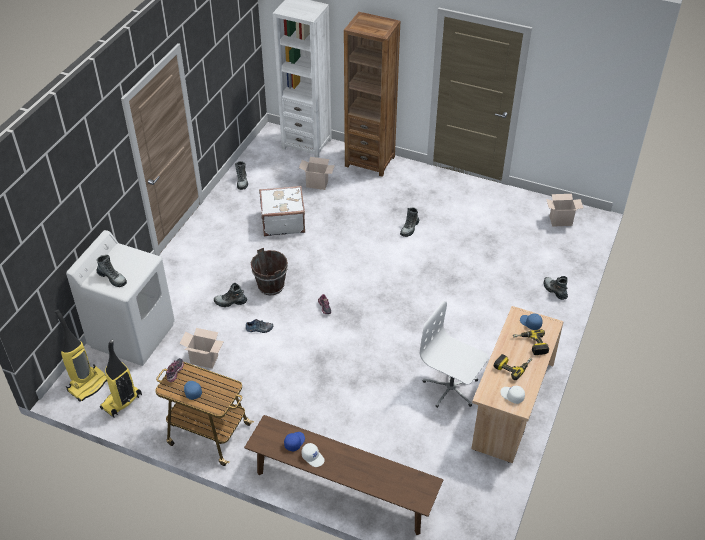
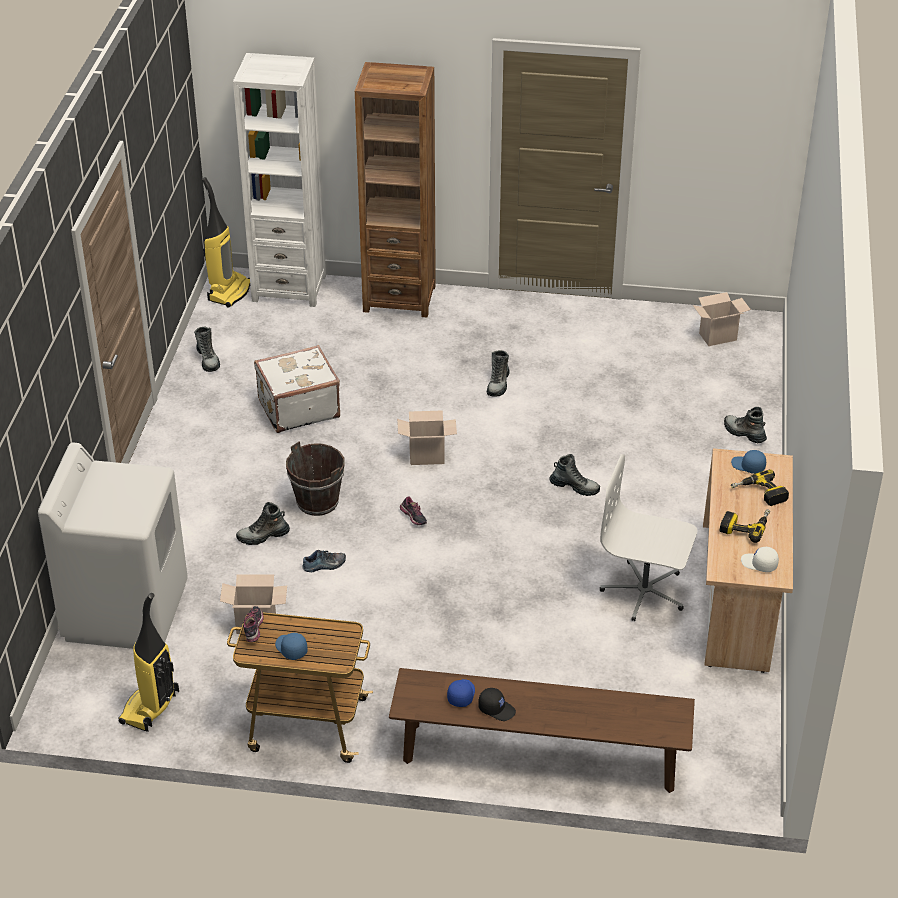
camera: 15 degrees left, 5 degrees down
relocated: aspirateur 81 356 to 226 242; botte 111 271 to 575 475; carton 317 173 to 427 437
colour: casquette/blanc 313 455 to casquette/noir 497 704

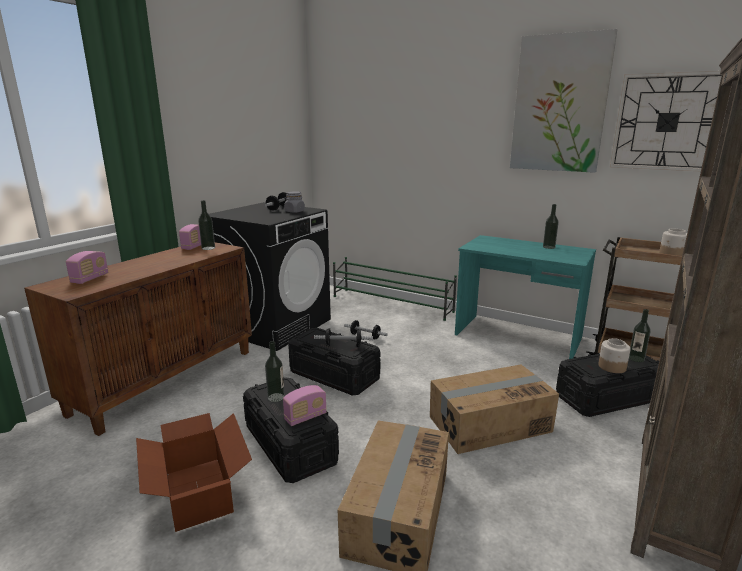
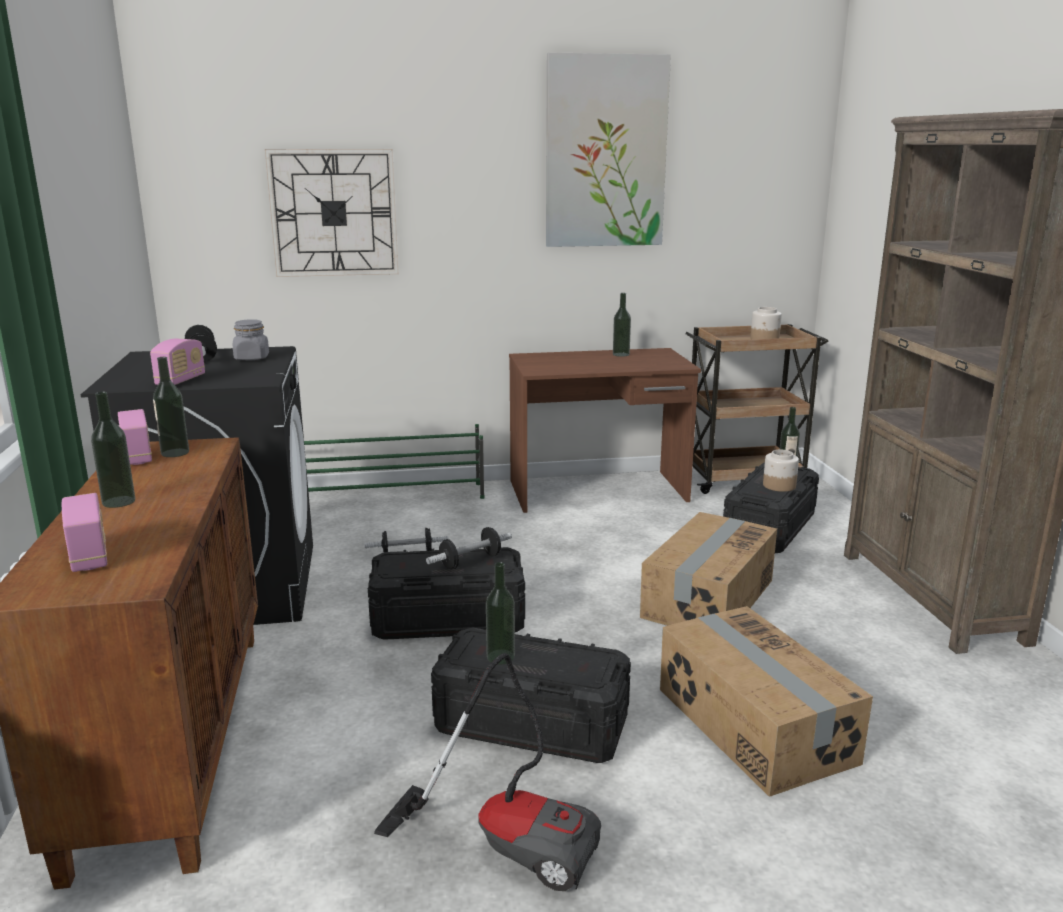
camera: 40 degrees left, 0 degrees up
appeared: bouteille 113 450
relocated: radio 305 405 to 177 362; horloge murale 666 121 to 331 213
exchanged: carton 194 472 to aspirateur 487 772
colour: bureau/turquoise 525 297 to bureau/marron 605 430

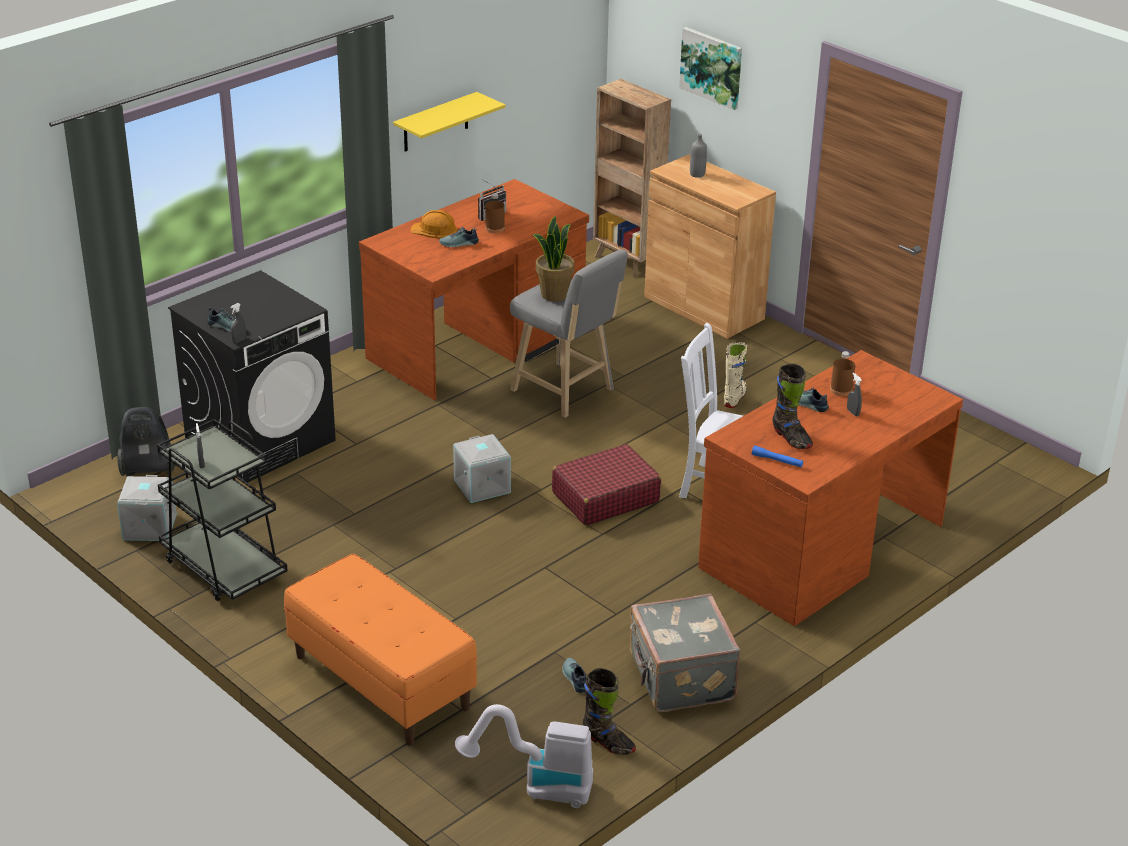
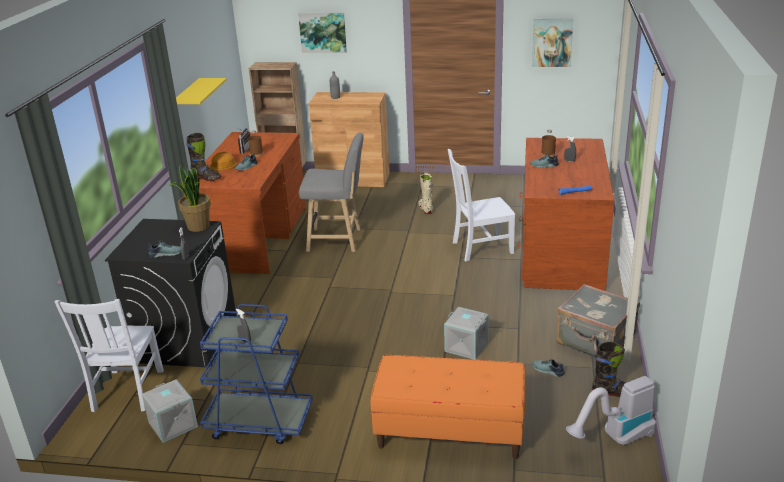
camera: 35 degrees left, 5 degrees down
missing: valise/rouge 606 484
appeared: tableau 552 43
relocated: boîte de rangement/gris 482 468 to 466 333; plante en pot 553 259 to 190 199; botte/noir 792 406 to 203 157
exchanged: aspirateur 146 442 to chaise/blanc 109 355
colour: chariot/noir 222 510 to chariot/bleu 256 374

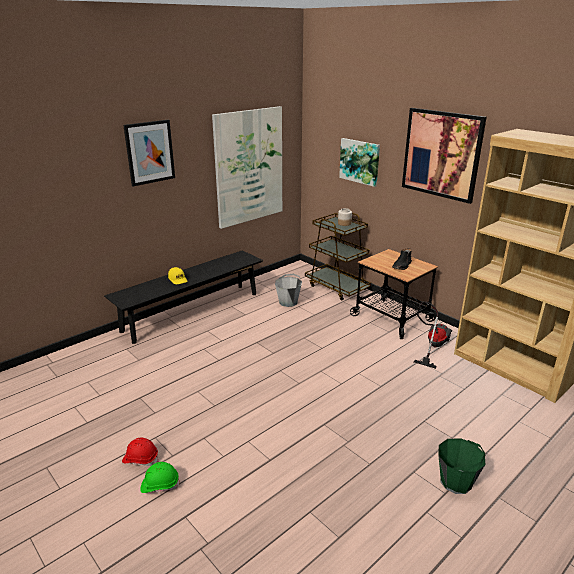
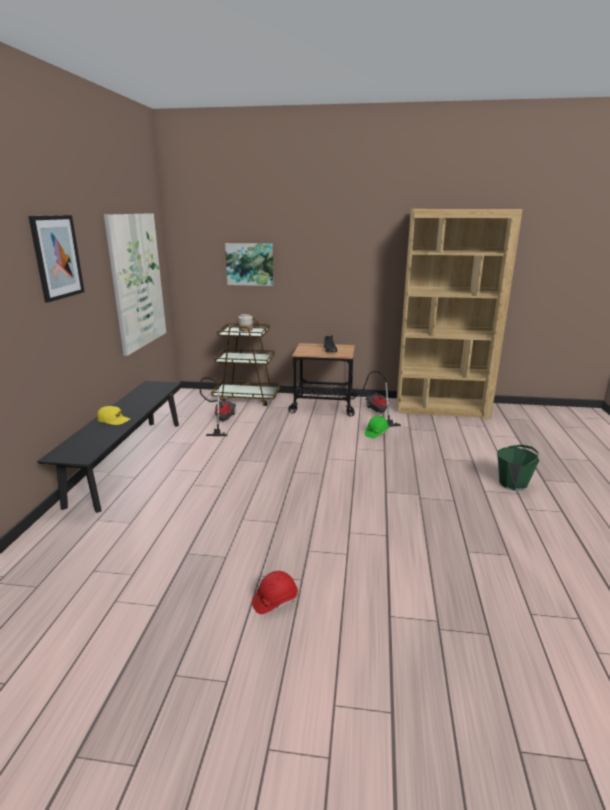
camera: 40 degrees left, 5 degrees down
missing: tableau 444 156
relocated: casque de chantier/vert 160 477 to 376 427
exchanged: seau/gris 288 290 to aspirateur 218 406

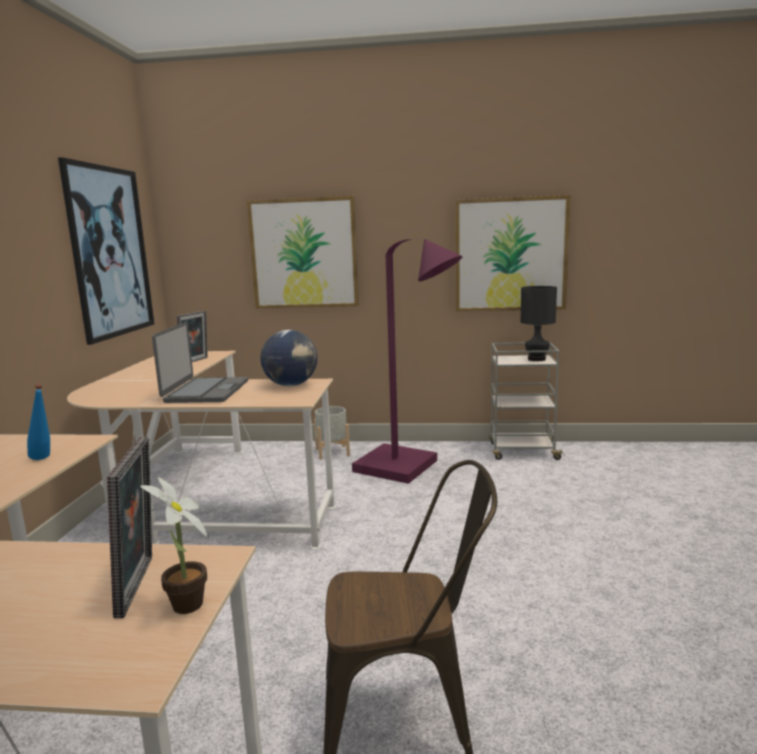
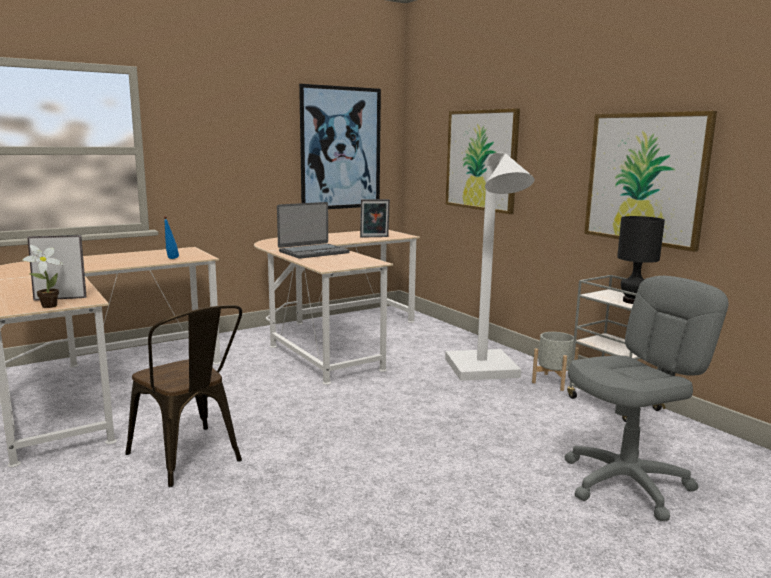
camera: 50 degrees right, 0 degrees up
missing: globe 289 358
appeared: chaise de bureau/gris 647 398
relocated: cache-pot/gris 332 433 to 555 361
colour: lampadaire/violet 407 361 to lampadaire/blanc 489 267
spun: cadre photo 129 527 = 56 268 150 degrees counterclockwise

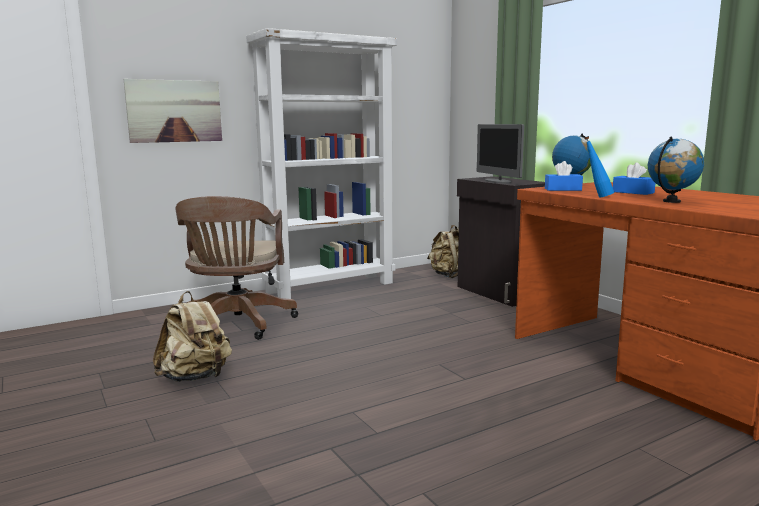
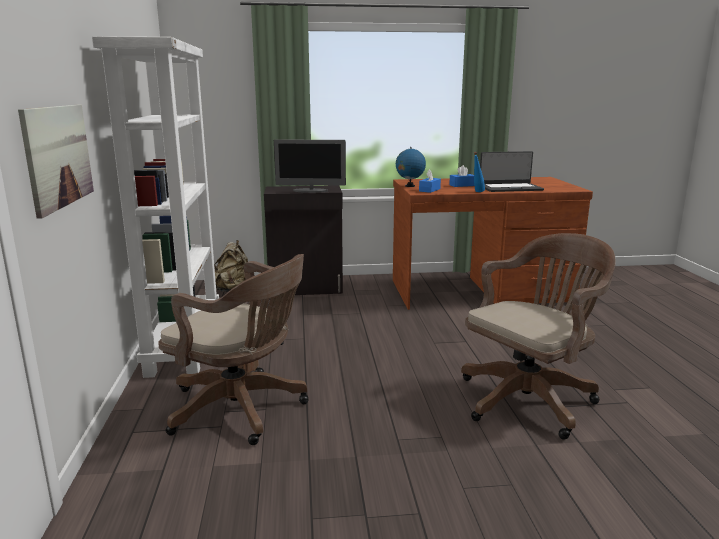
camera: 65 degrees left, 5 degrees up
missing: sac à dos/beige 192 336
appeared: chaise de bureau/marron 538 336
exchanged: globe 676 170 to ordinateur portable 512 171

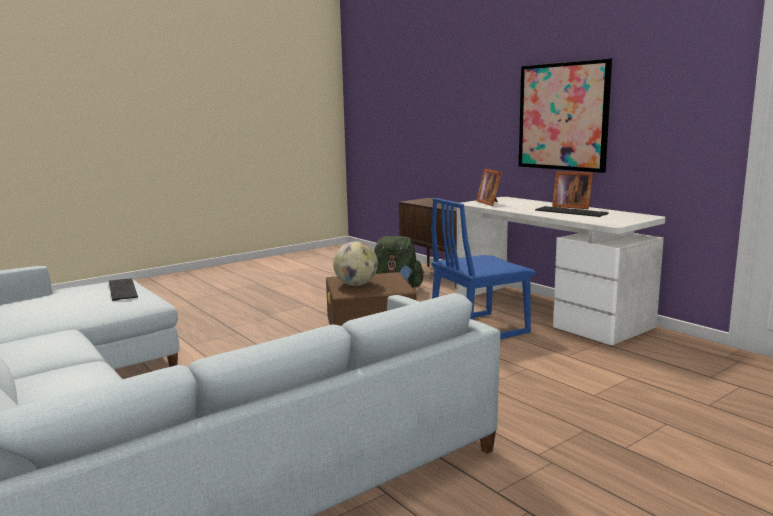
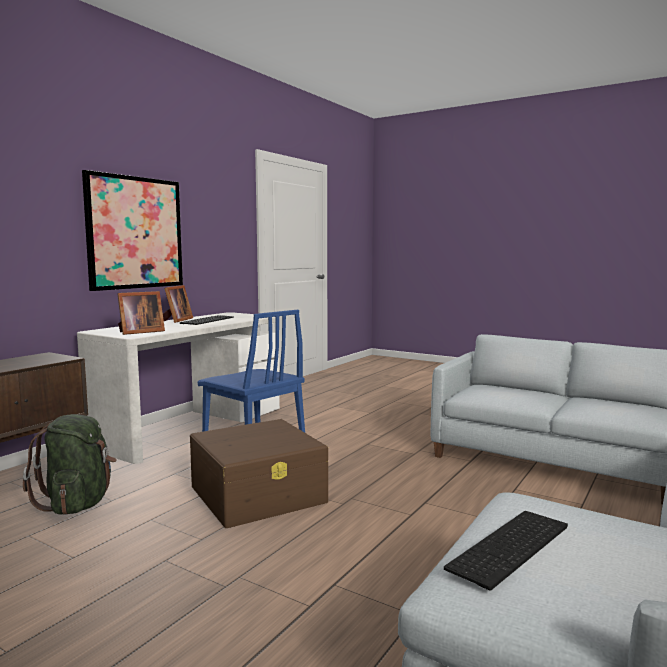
camera: 110 degrees left, 5 degrees down
missing: globe 355 263

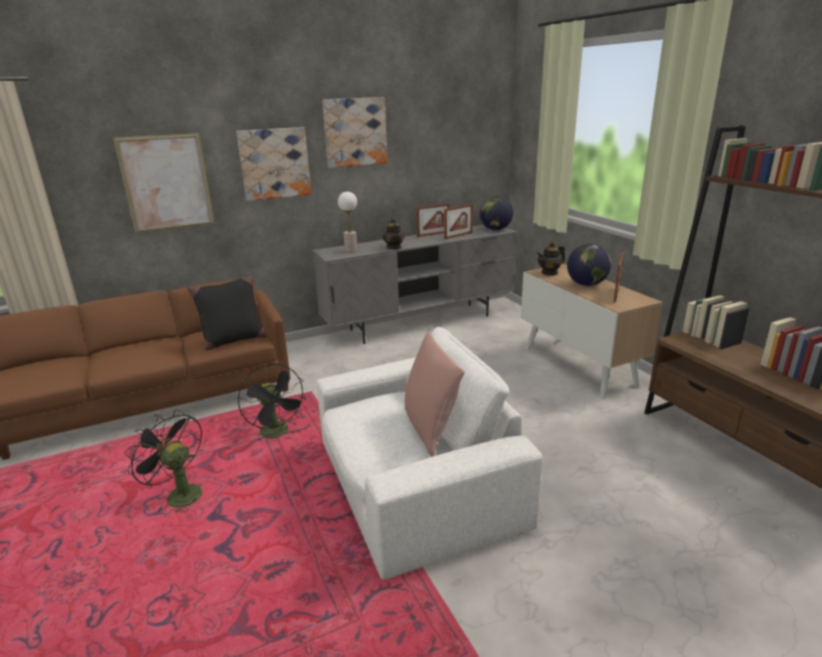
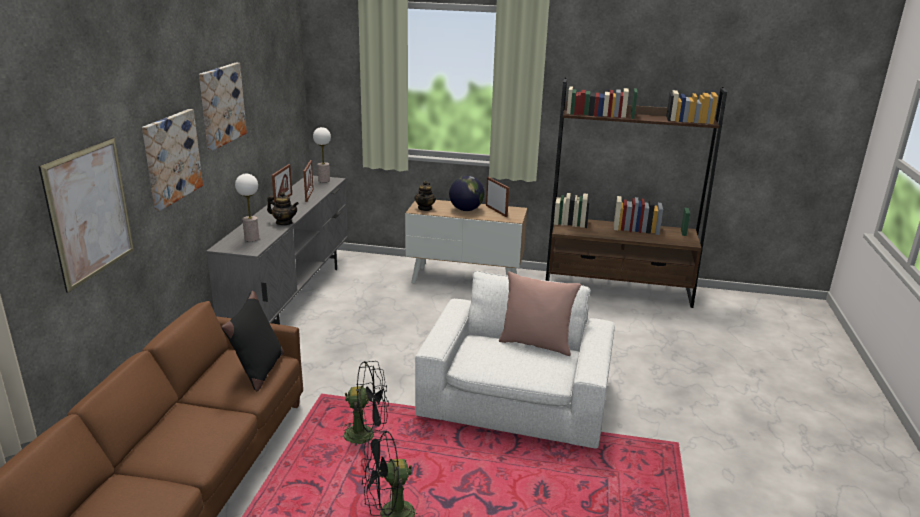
camera: 55 degrees left, 0 degrees up
exchanged: globe 496 213 to lampe de table 322 155

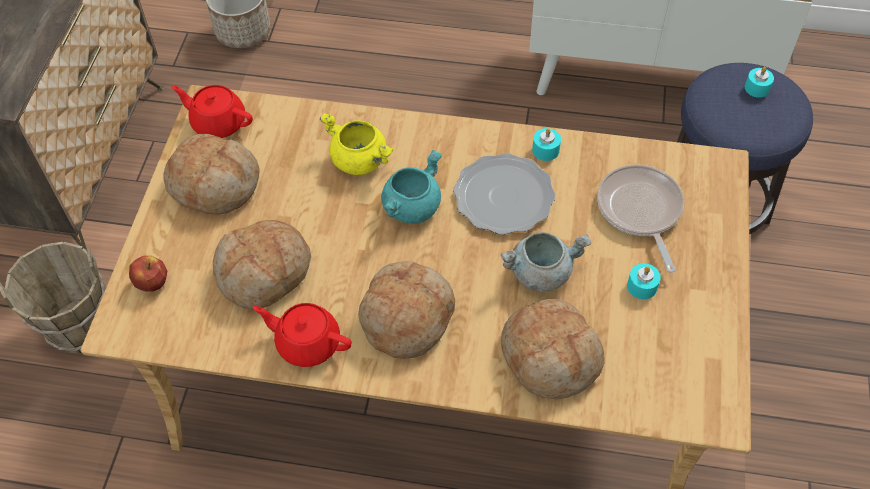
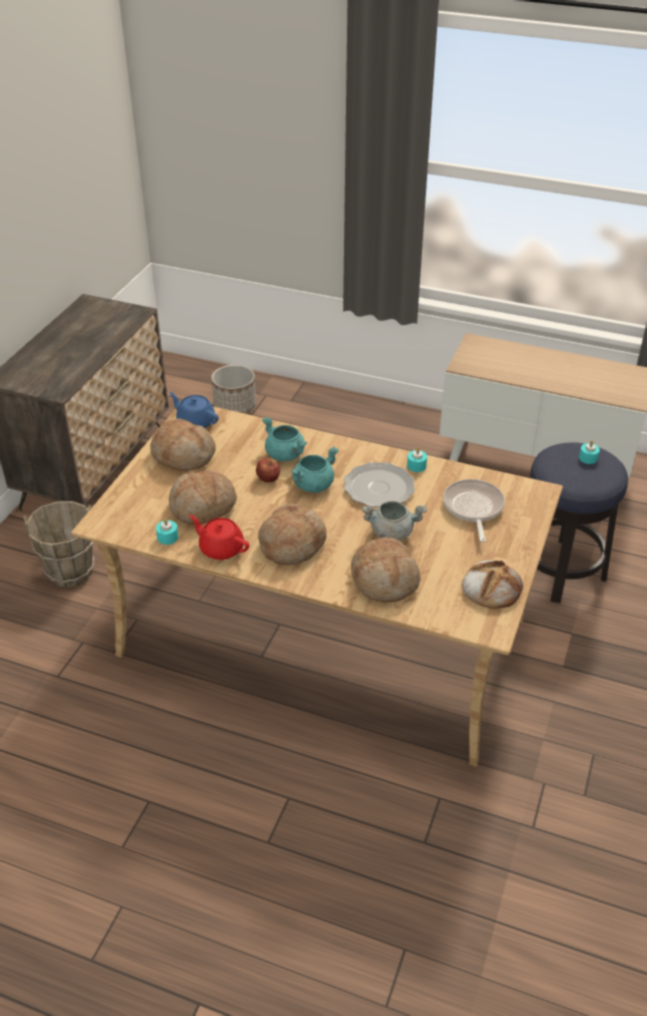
camera: 10 degrees right, 15 degrees down
appeared: pain 492 584
relocated: pomme 148 274 to 268 470; bougie/turquoise 644 281 to 167 531
colour: théière/rouge 212 111 to théière/bleu 193 410; marmite/jaune 357 144 to marmite/turquoise 284 439

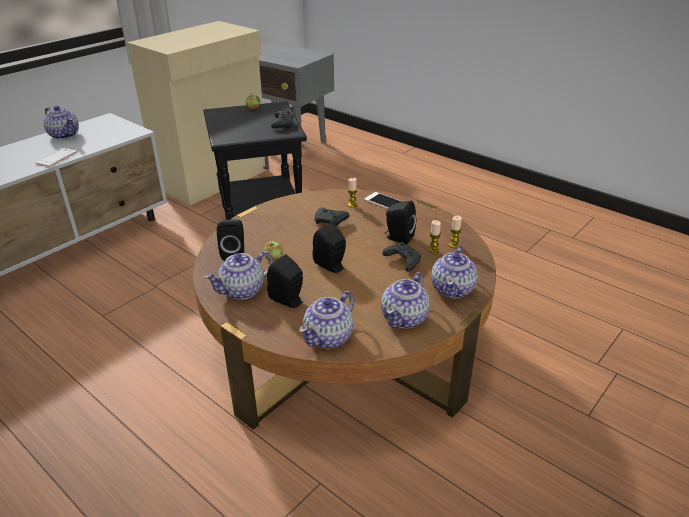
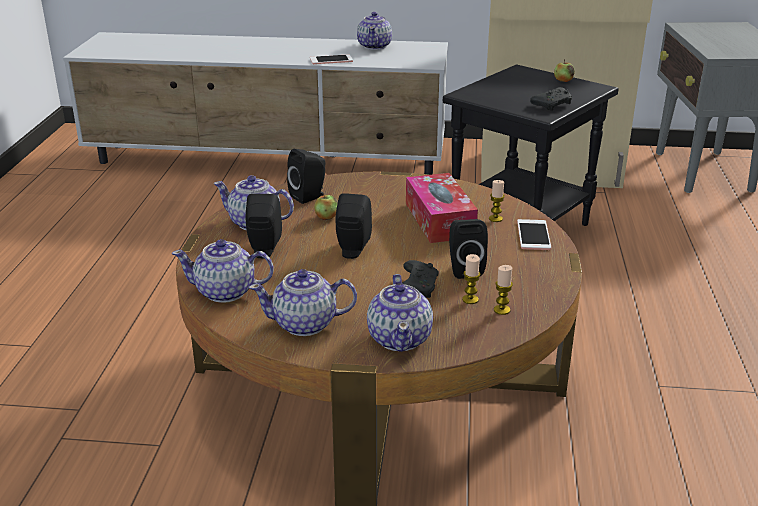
camera: 55 degrees right, 5 degrees down
exchanged: manette/noir 332 217 to boîte à mouchoirs 442 208
spun: théière 454 272 = 400 313 75 degrees counterclockwise

